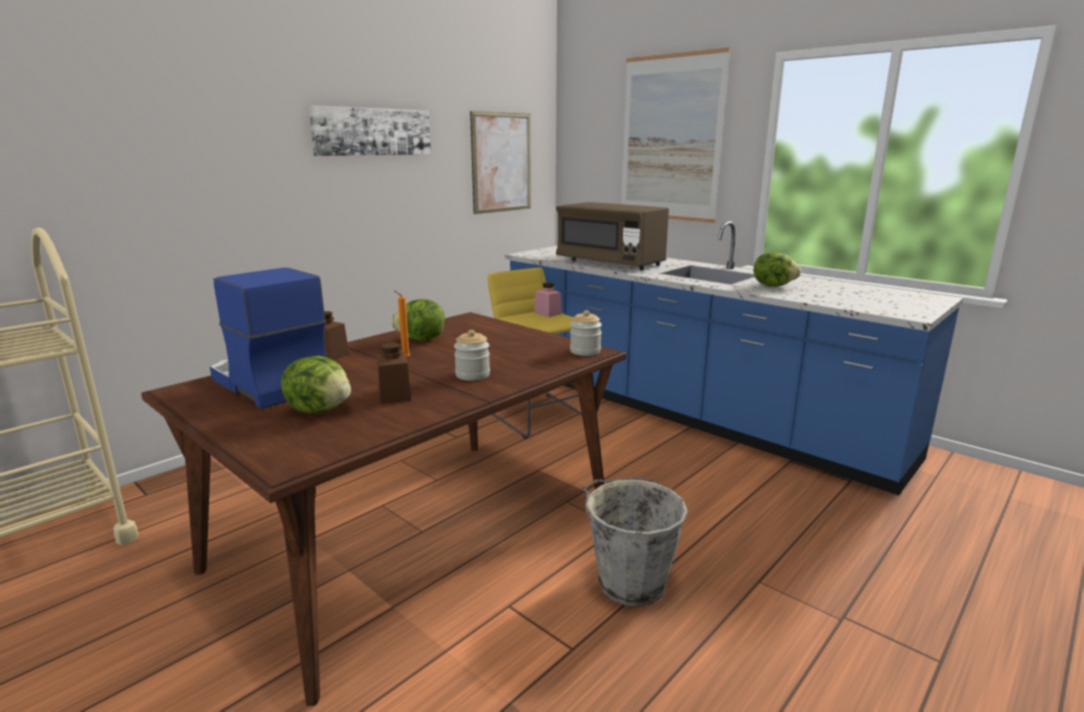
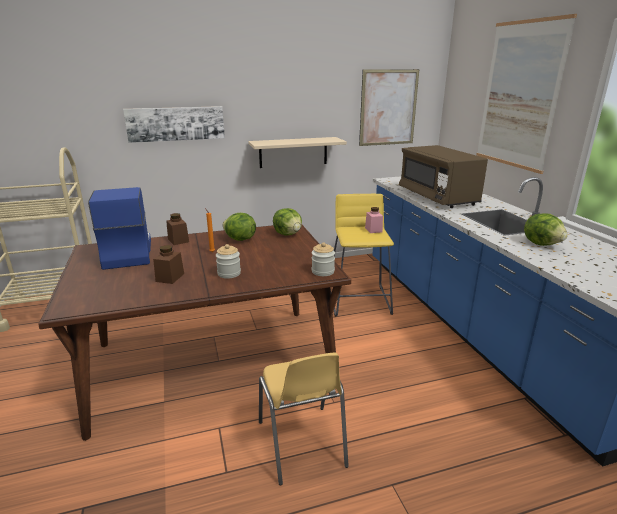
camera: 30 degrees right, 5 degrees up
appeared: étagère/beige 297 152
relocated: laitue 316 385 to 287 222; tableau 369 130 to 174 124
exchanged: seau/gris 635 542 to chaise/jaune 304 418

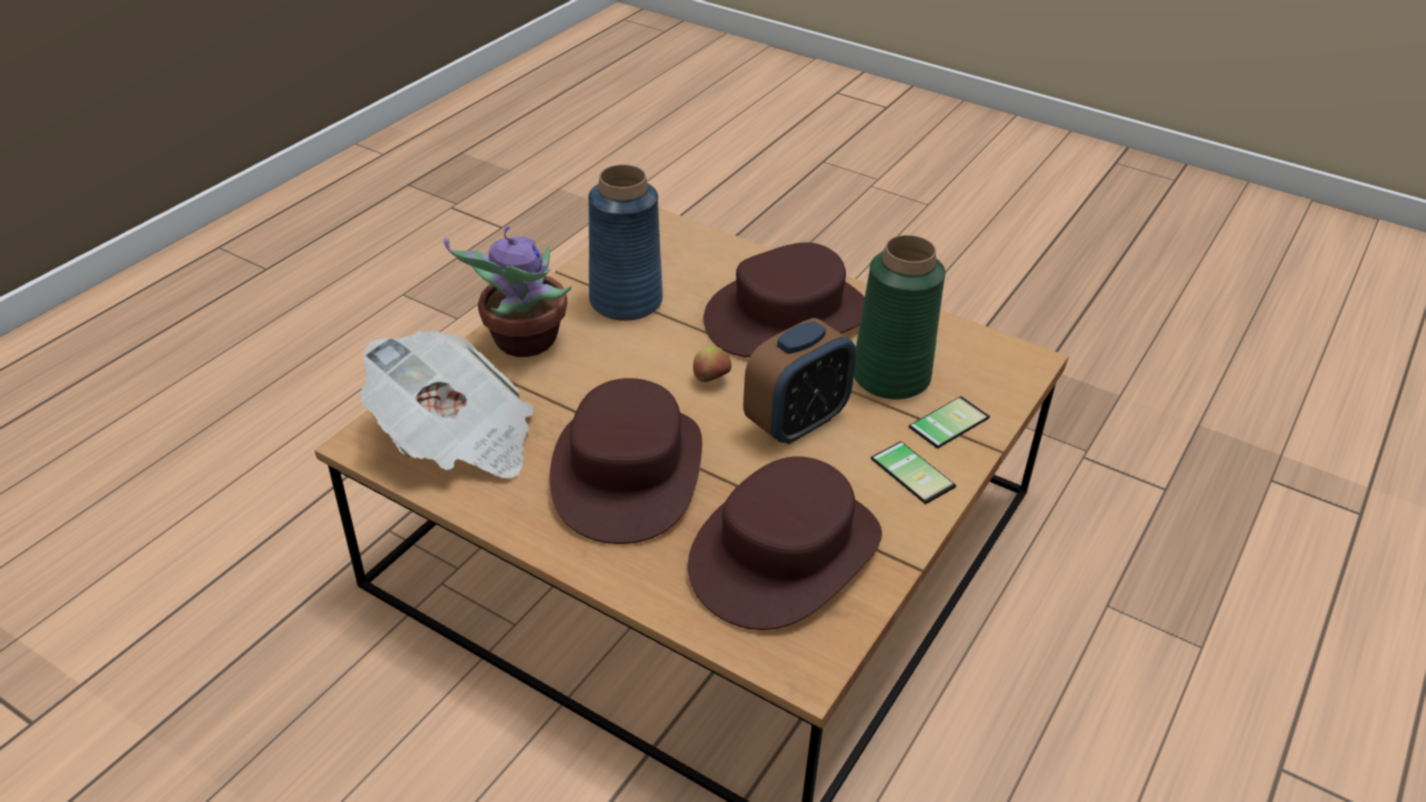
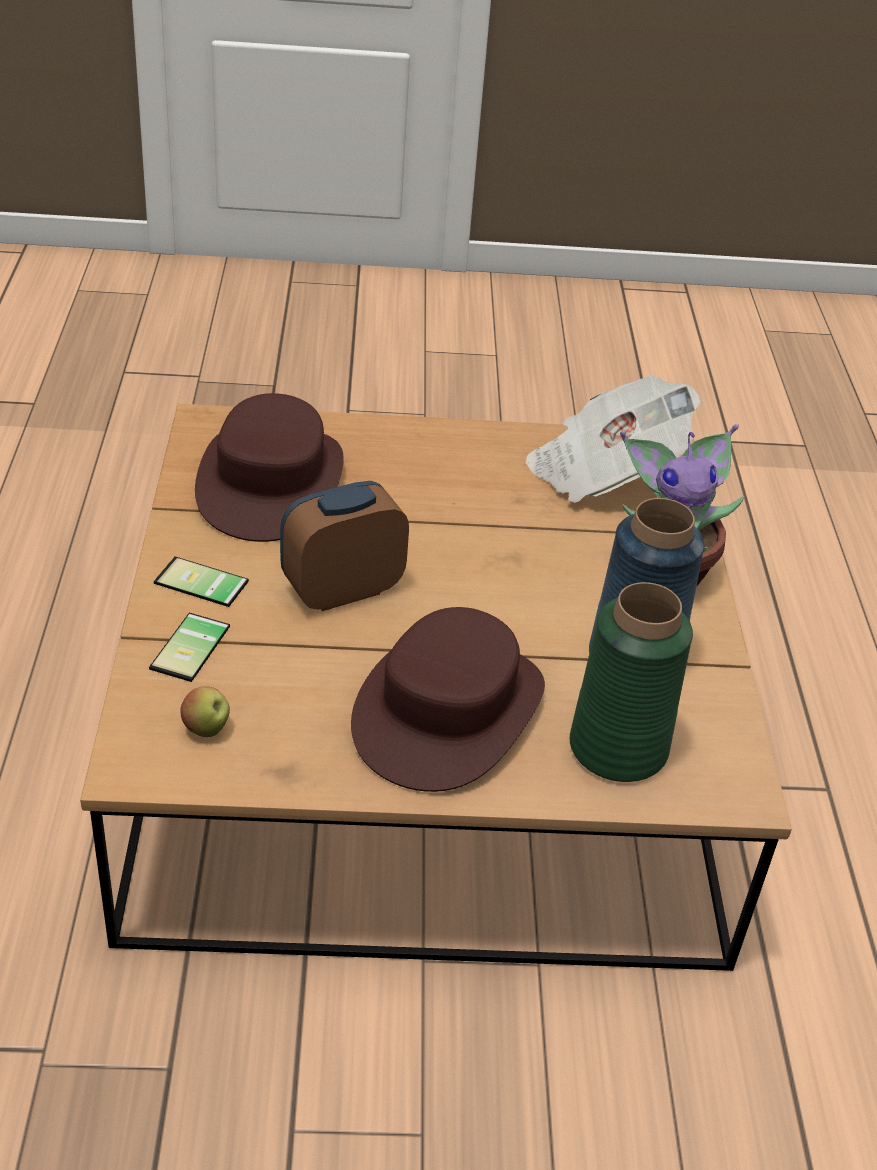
camera: 145 degrees right, 0 degrees up
missing: chapeau/marron 626 461
relocated: pomme 712 364 to 205 711; vase/vert 899 317 to 631 682
spun: réveil 799 381 = 344 546 45 degrees clockwise

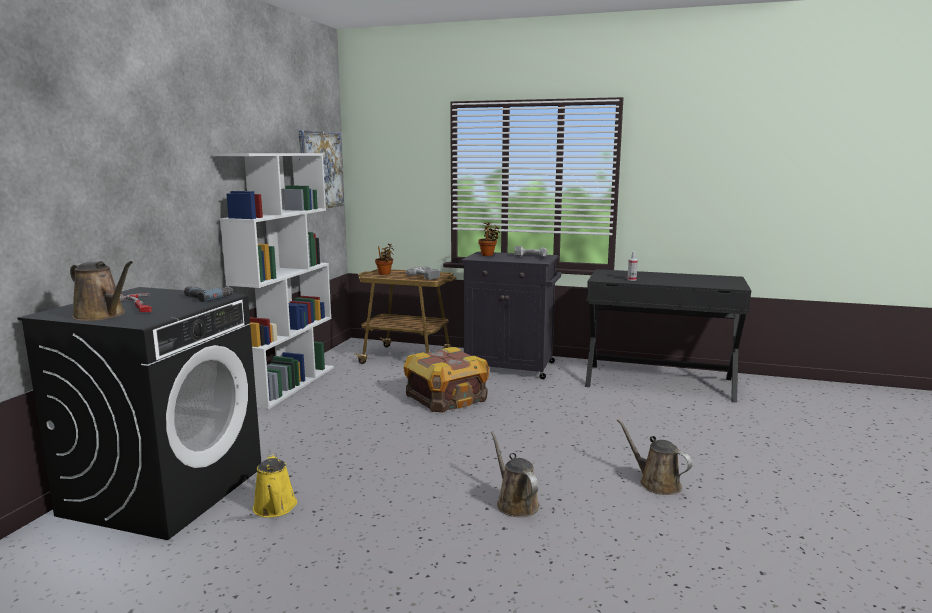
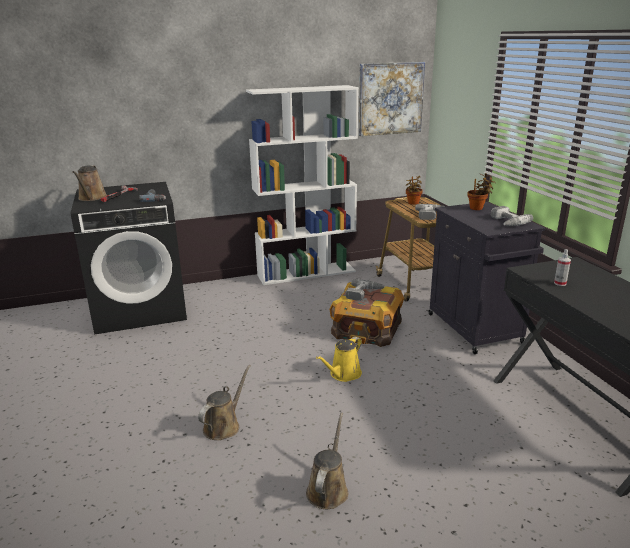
camera: 55 degrees right, 10 degrees up
appeared: perceuse 365 290
relocated: arrosoir/jaune 275 485 to 339 359

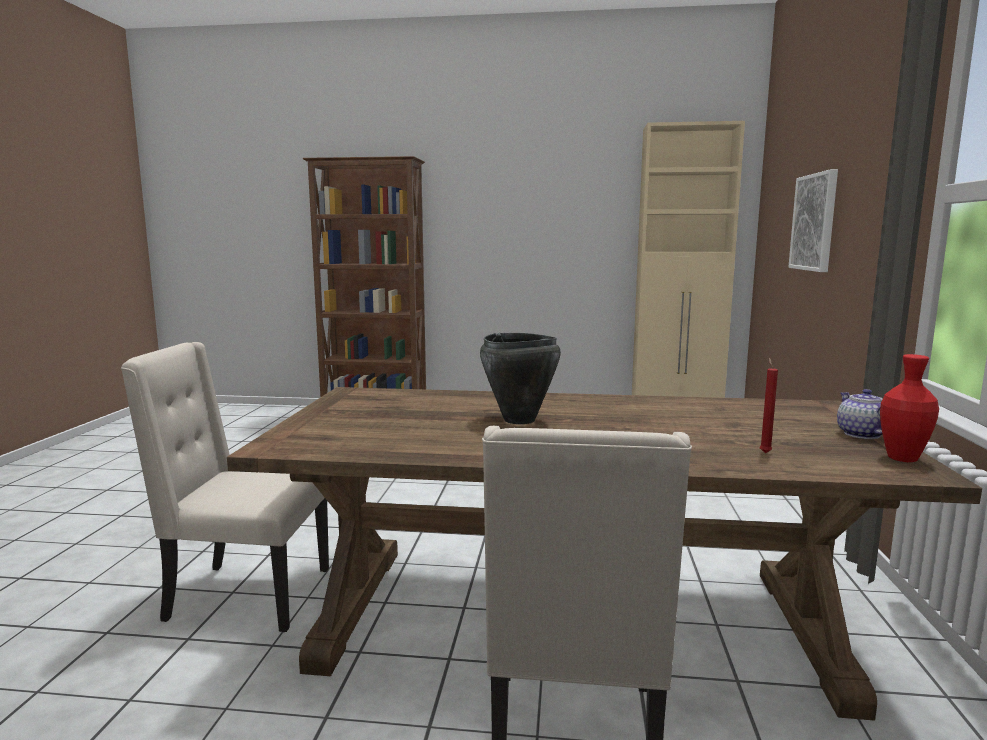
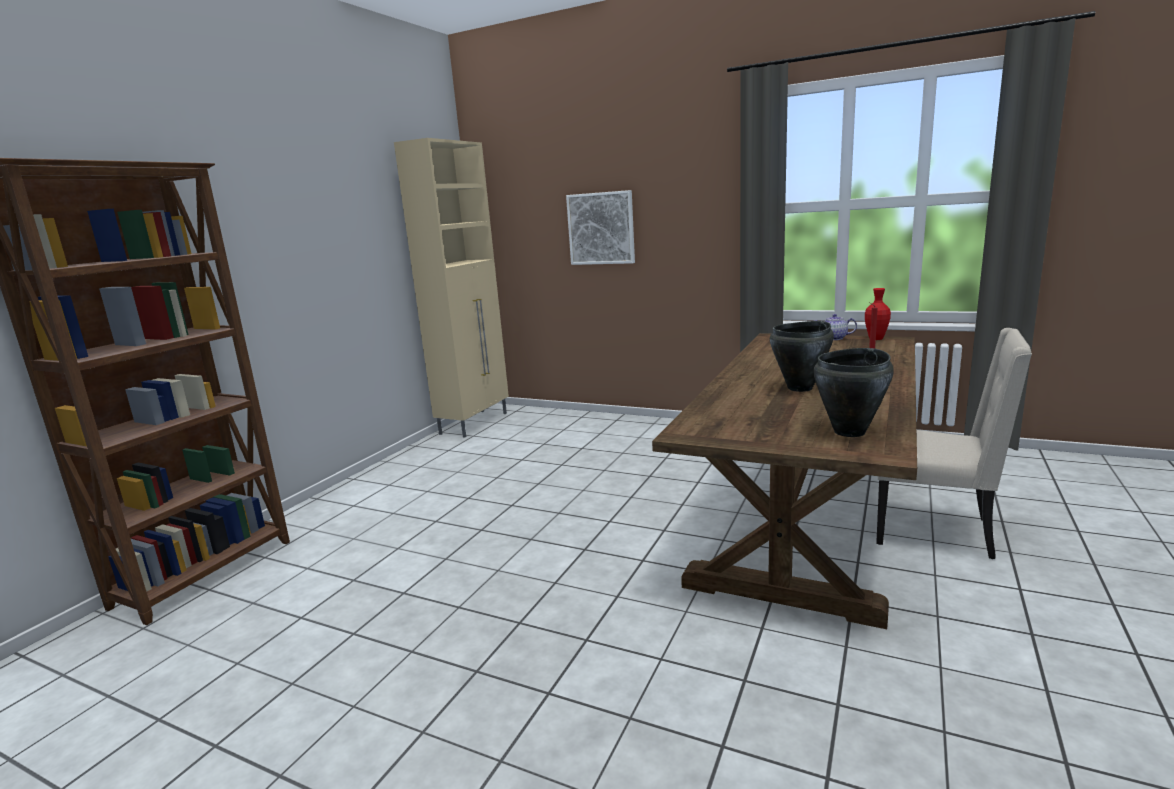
camera: 70 degrees left, 5 degrees up
missing: chaise/beige 225 487
appeared: marmite/noir 853 392

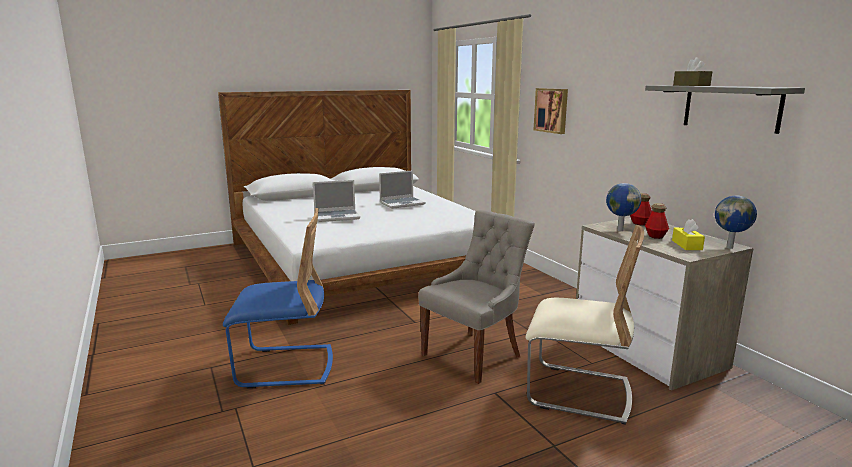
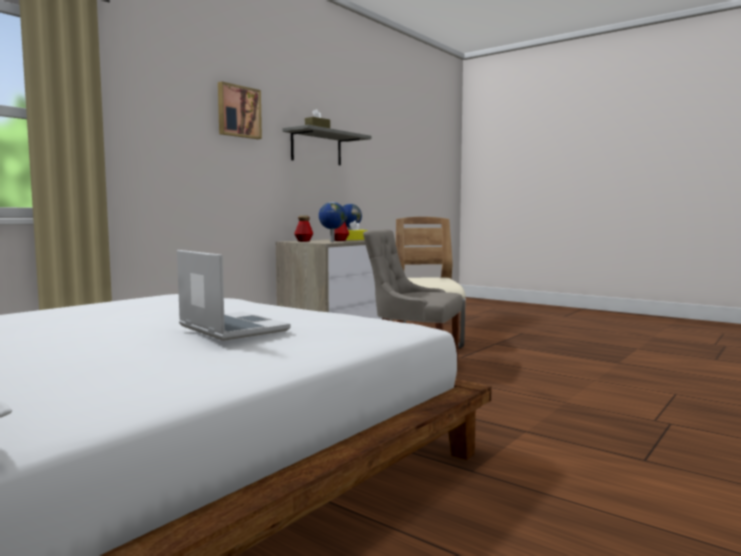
camera: 115 degrees left, 10 degrees down
missing: chaise/bleu 278 298; ordinateur portable 402 189
relocated: tableau 551 111 to 240 110

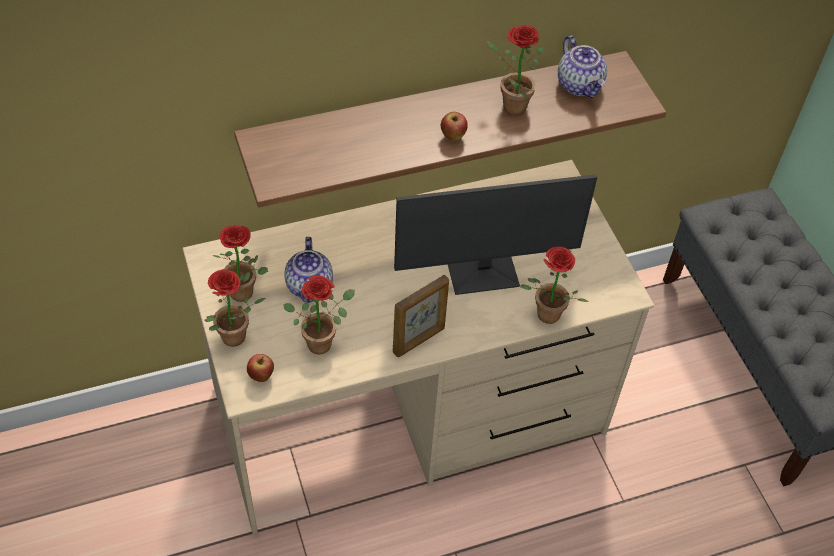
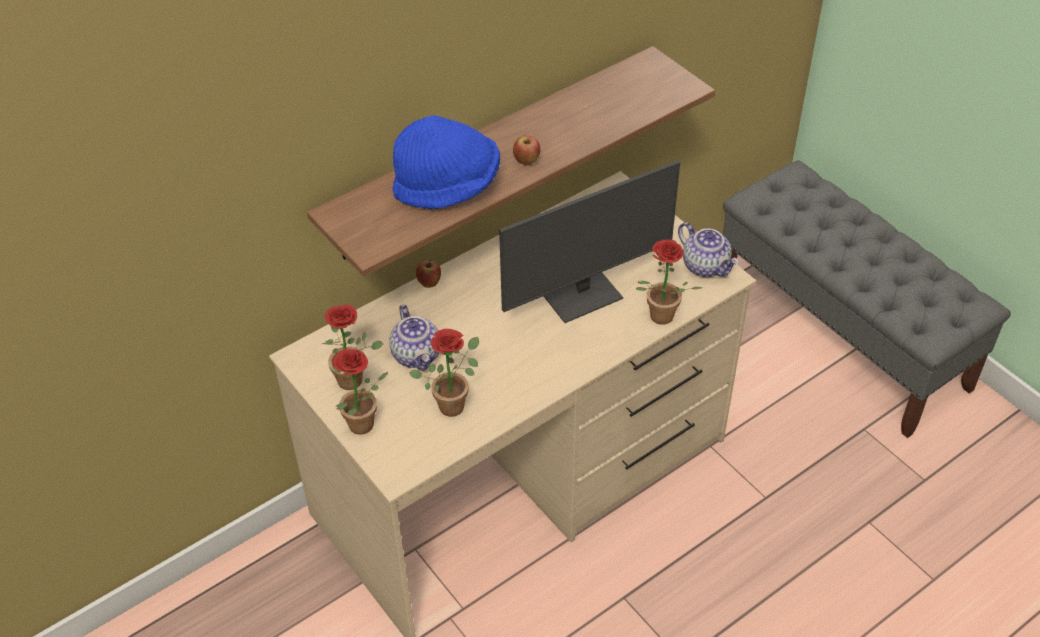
camera: 15 degrees left, 5 degrees down
missing: cadre photo 421 315; plante en pot 515 70
appeared: chapeau/bleu 446 162
relocated: pomme 260 368 to 428 274; théière 582 66 to 708 249

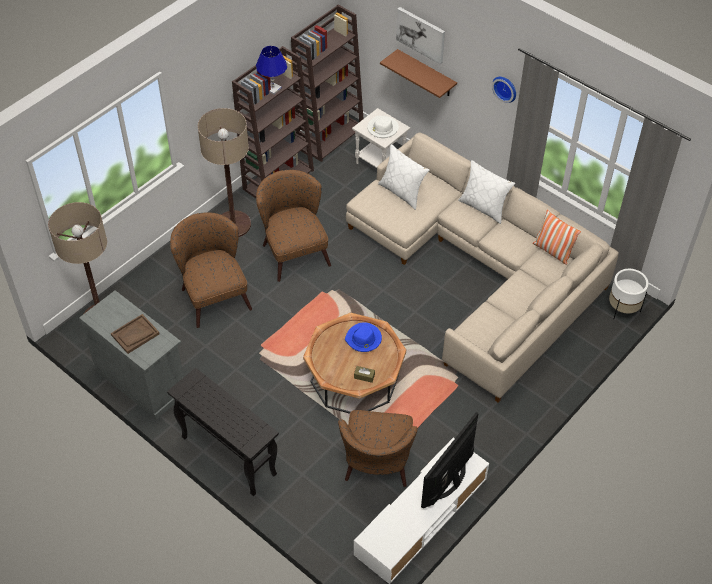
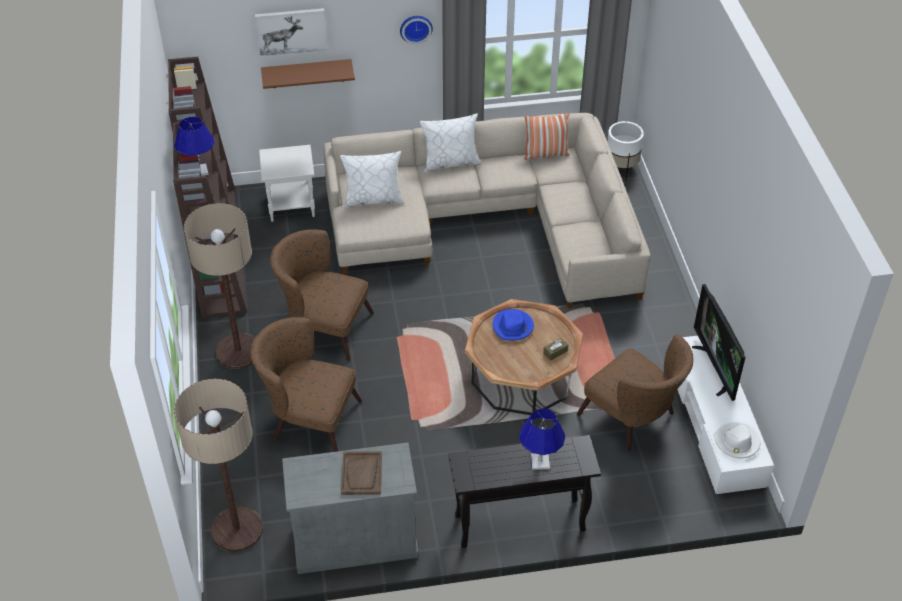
camera: 50 degrees left, 5 degrees down
appeared: lampe de table/bleu 542 439
relocated: chapeau/blanc 383 127 to 737 440

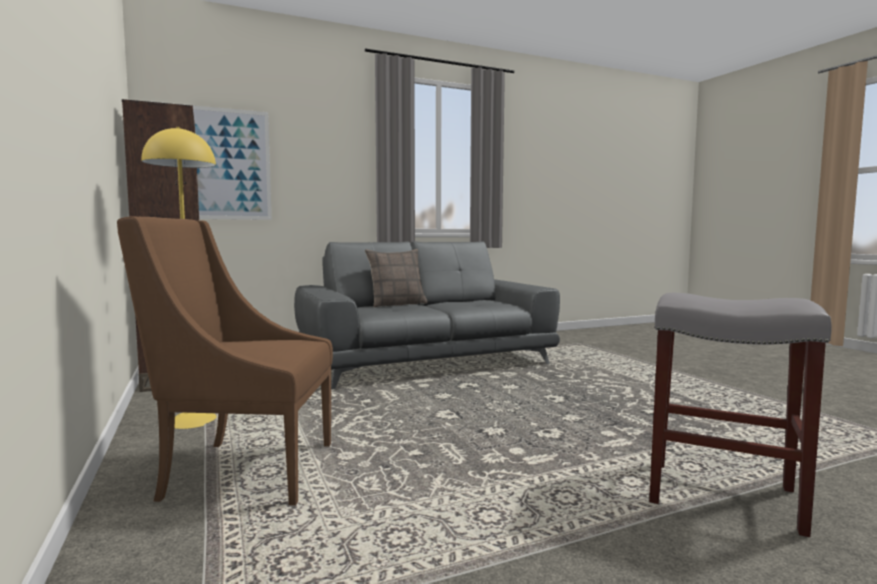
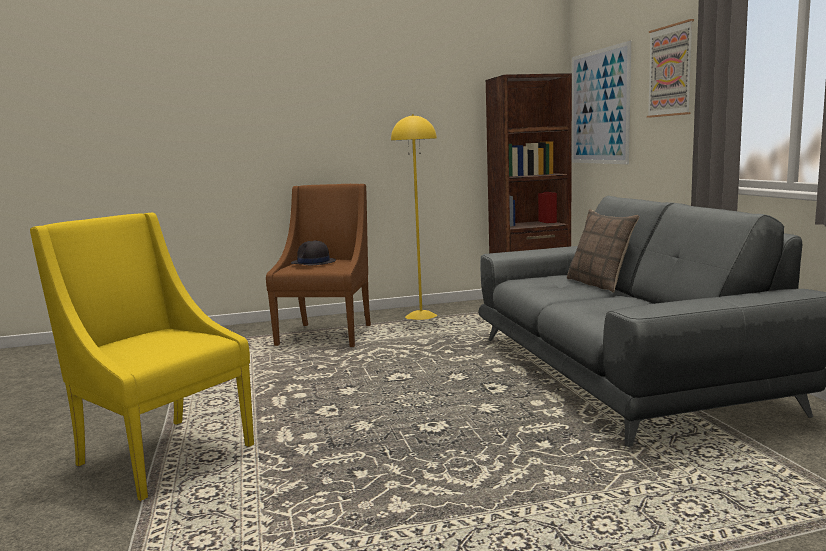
camera: 100 degrees right, 5 degrees up
appeared: chapeau/noir 313 252; tableau 670 68
exchanged: tabouret/gris 740 415 to fauteuil/jaune 142 357

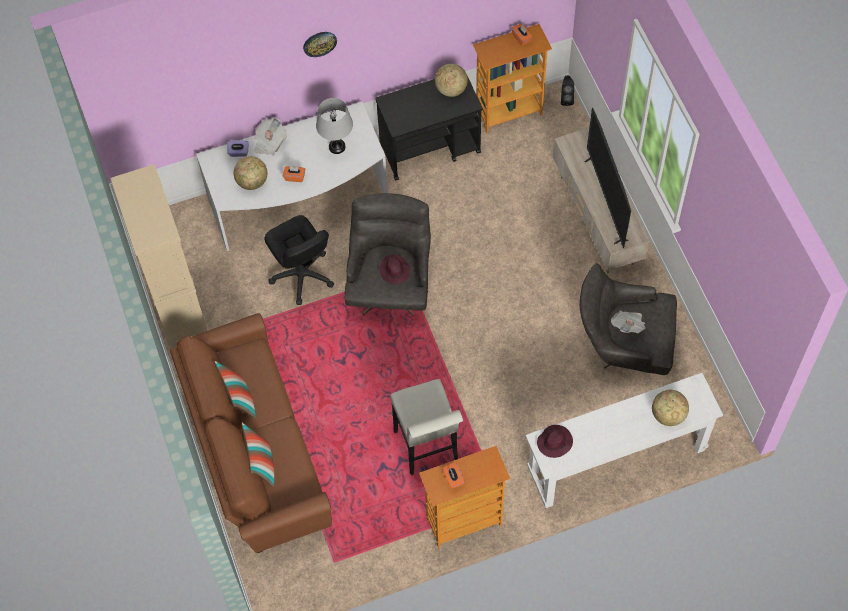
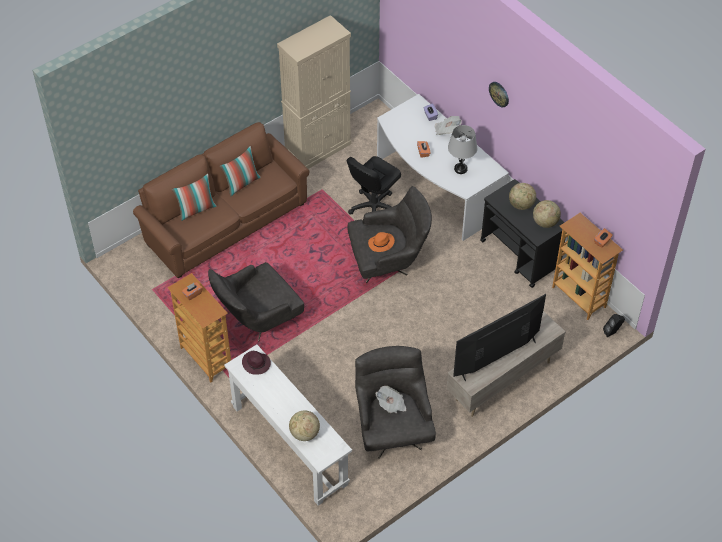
camera: 70 degrees right, 10 degrees down
relocated: globe 250 173 to 522 196
exchanged: tabouret/blanc 426 427 to fauteuil/gris 256 302
colour: chapeau/violet 395 269 to chapeau/orange 381 242

